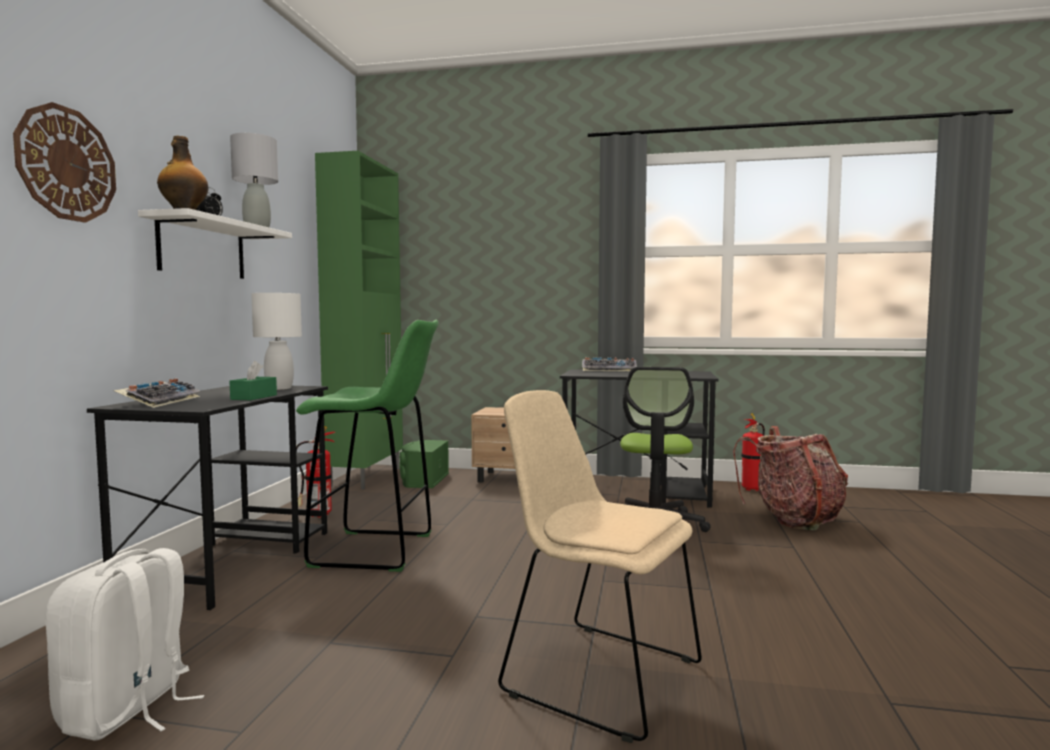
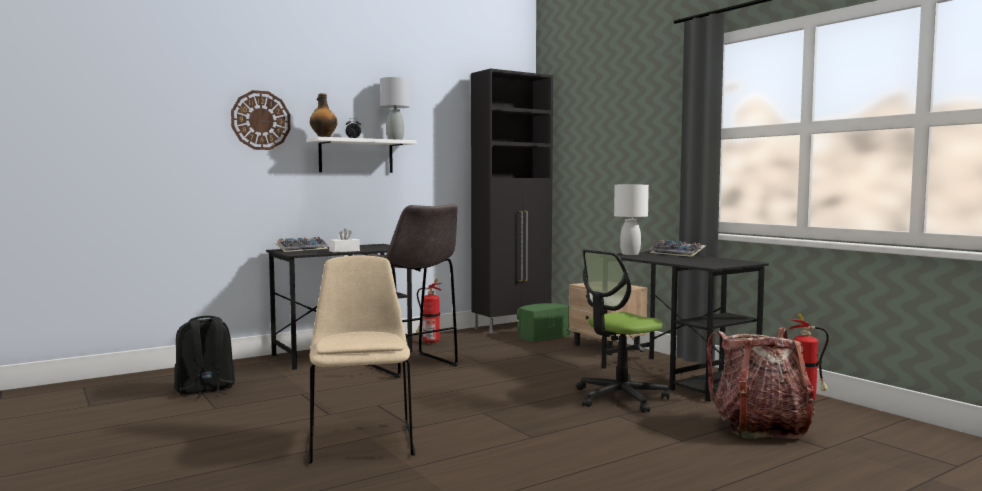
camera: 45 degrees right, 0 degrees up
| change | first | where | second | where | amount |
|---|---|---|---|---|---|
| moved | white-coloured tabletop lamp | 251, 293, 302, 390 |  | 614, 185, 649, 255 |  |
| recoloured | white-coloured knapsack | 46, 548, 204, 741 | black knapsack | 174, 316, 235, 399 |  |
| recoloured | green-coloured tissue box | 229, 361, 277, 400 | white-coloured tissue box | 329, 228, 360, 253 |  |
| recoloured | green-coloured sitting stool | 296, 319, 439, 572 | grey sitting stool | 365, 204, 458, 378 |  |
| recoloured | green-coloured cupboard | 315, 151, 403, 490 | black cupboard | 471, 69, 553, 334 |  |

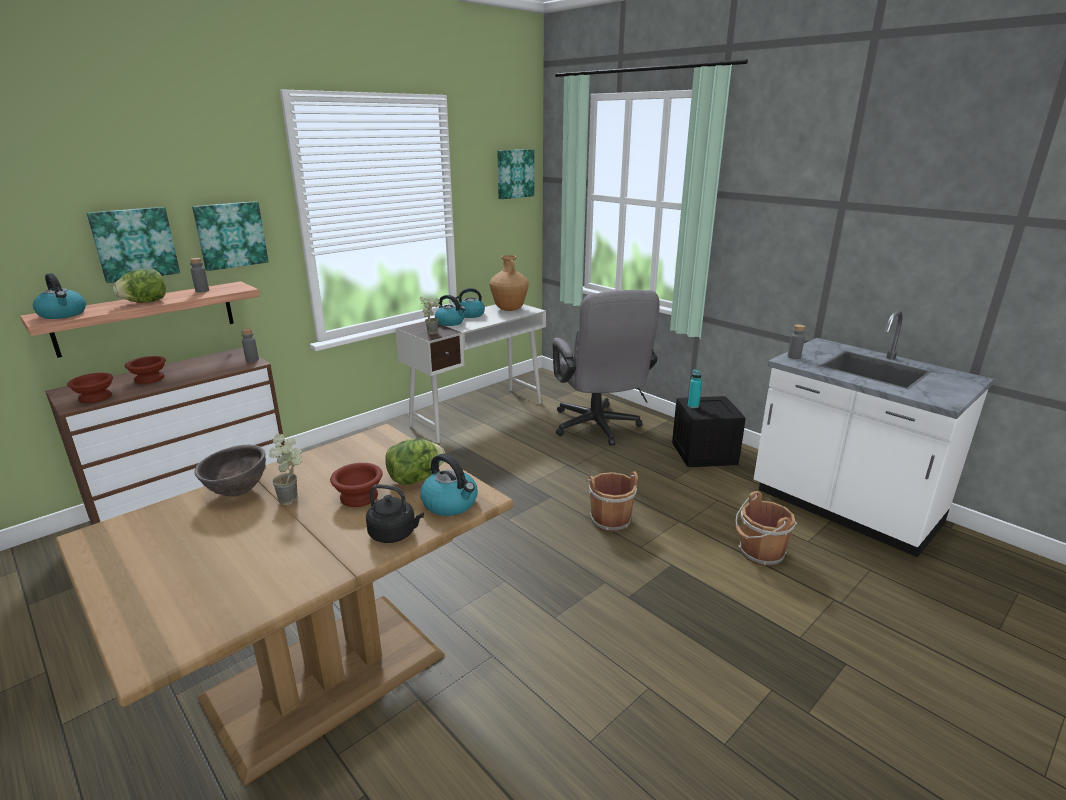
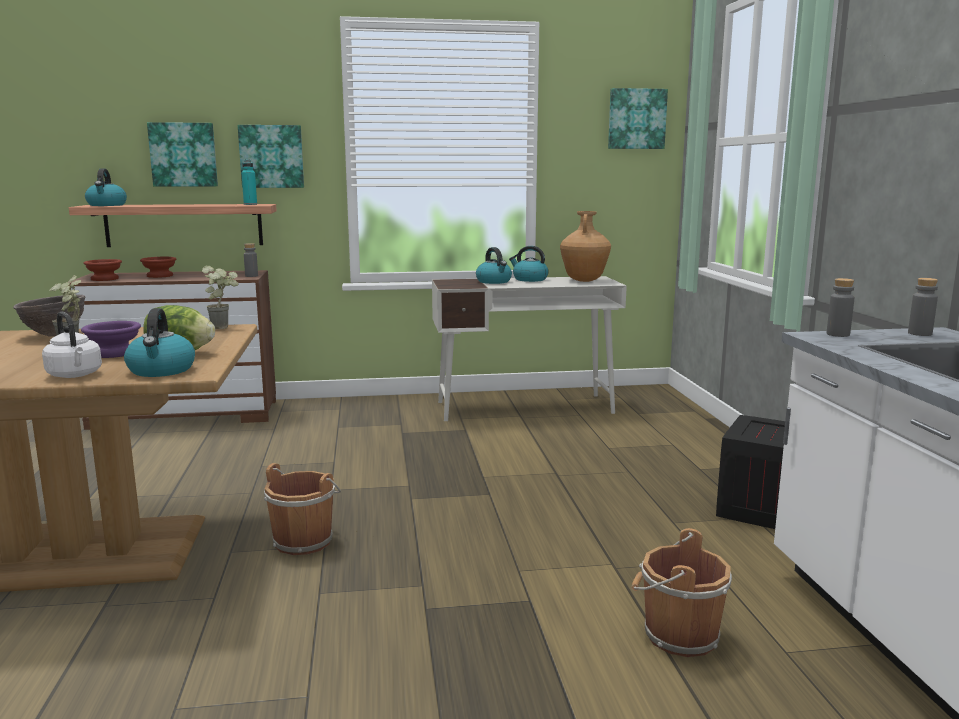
camera: 35 degrees right, 10 degrees down
| change | first | where | second | where | amount |
|---|---|---|---|---|---|
| removed | lettuce | 113, 269, 166, 302 |  |  |  |
| removed | grey desk chair | 553, 290, 660, 446 |  |  |  |
| moved | grey beverage bottle | 190, 258, 209, 293 |  | 908, 278, 938, 336 |  |
| moved | plant in a pot | 420, 297, 441, 334 |  | 202, 265, 239, 329 |  |
| moved | brown water bucket | 586, 471, 638, 532 |  | 264, 463, 341, 555 |  |
| moved | blue-green beverage bottle | 688, 369, 702, 408 |  | 242, 159, 257, 205 |  |
| recoloured | brown bowl | 330, 463, 383, 507 | purple-coloured bowl | 81, 321, 141, 358 |  |
| recoloured | black water kettle | 366, 484, 424, 543 | white-coloured water kettle | 42, 312, 102, 378 |  |

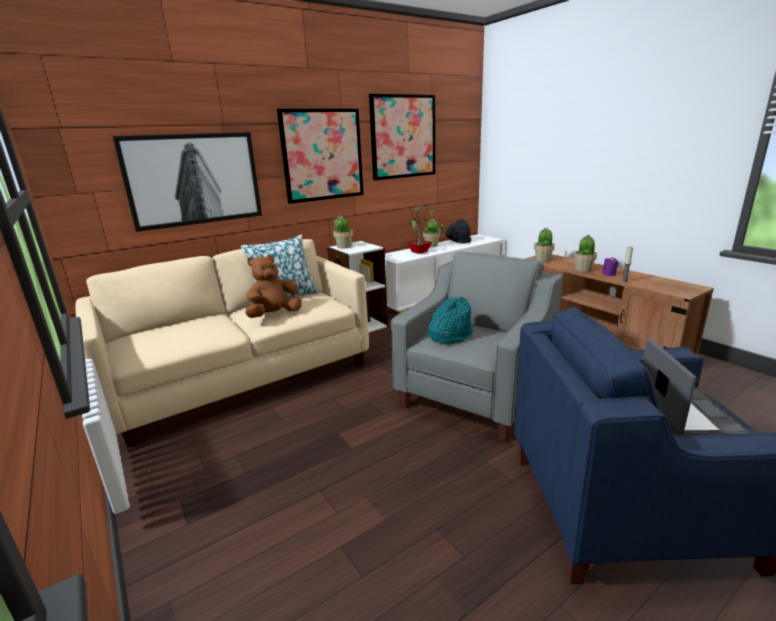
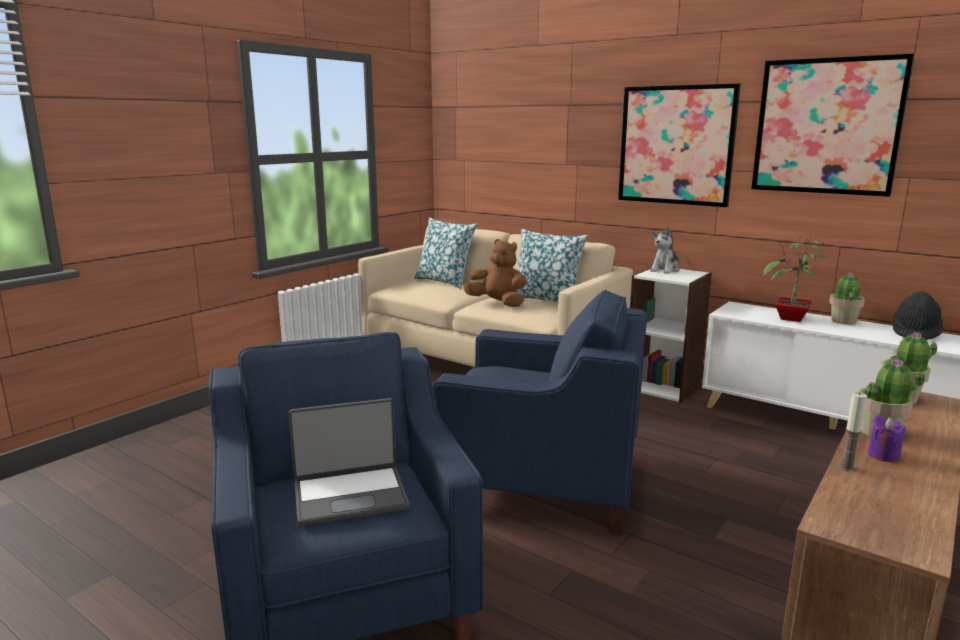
camera: 70 degrees right, 5 degrees down
| change | first | where | second | where | amount |
|---|---|---|---|---|---|
| removed | picture | 112, 132, 262, 232 |  |  |  |
| removed | blue-green wearable hat | 428, 297, 473, 343 |  |  |  |
| added |  |  | pillow | 414, 218, 478, 289 |  |
| replaced | plant in a pot | 333, 215, 353, 249 | cuddly toy | 650, 227, 680, 274 |  |
| recoloured | grey lounge chair | 391, 251, 563, 442 | blue-coloured lounge chair | 433, 290, 647, 535 |  |

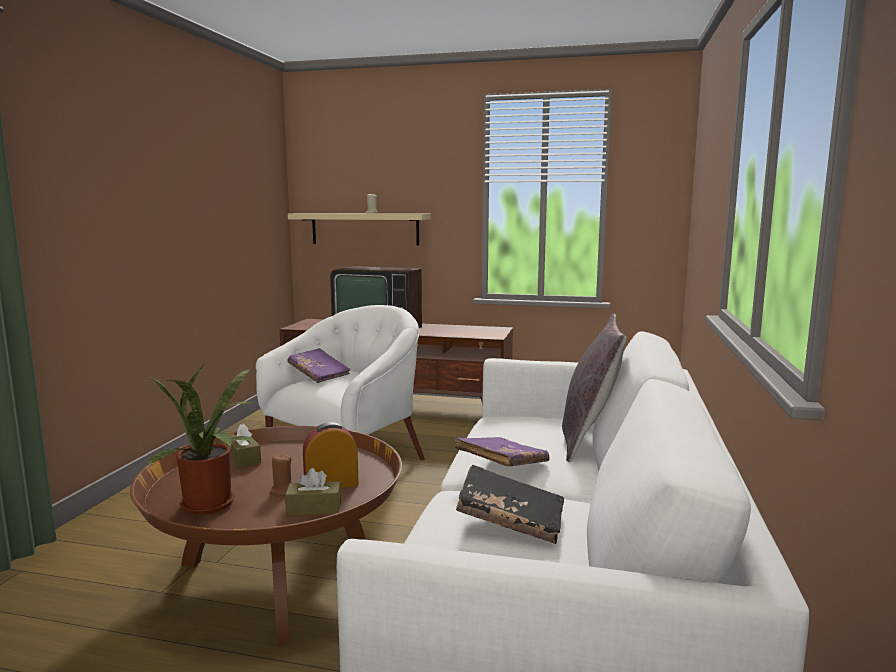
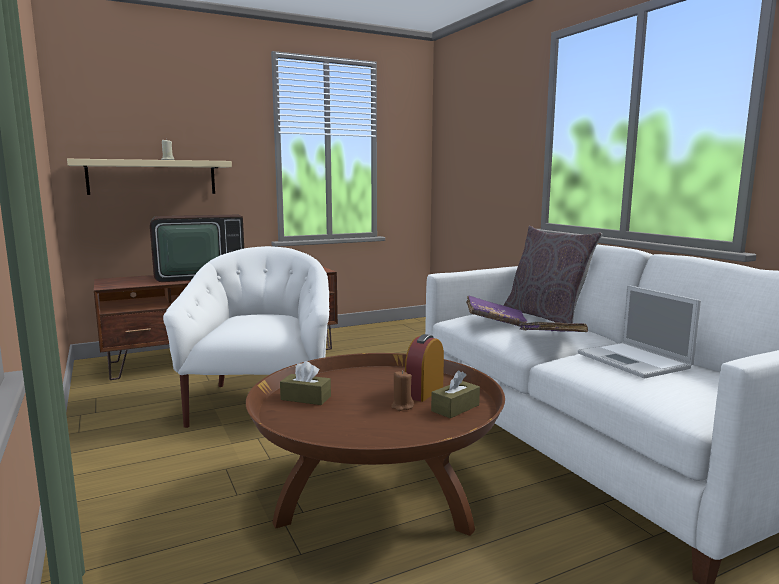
camera: 40 degrees left, 0 degrees up
| change | first | where | second | where | amount |
|---|---|---|---|---|---|
| removed | plant in a pot | 146, 365, 256, 515 |  |  |  |
| moved | purple-coloured volume | 287, 348, 351, 383 |  | 466, 295, 527, 327 |  |
| replaced | black volume | 456, 465, 564, 544 | laptop | 578, 285, 701, 378 |  |

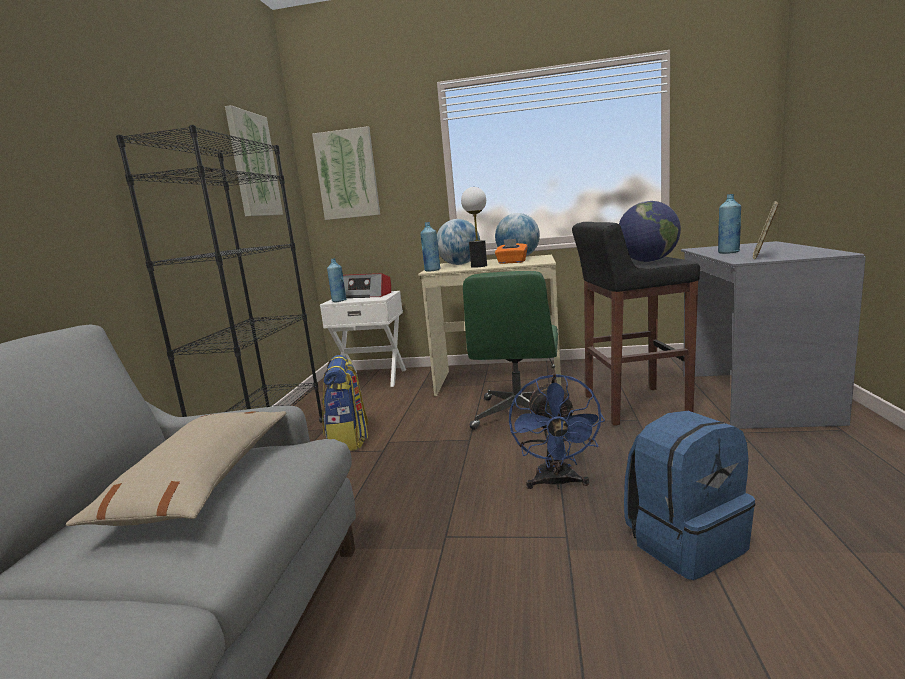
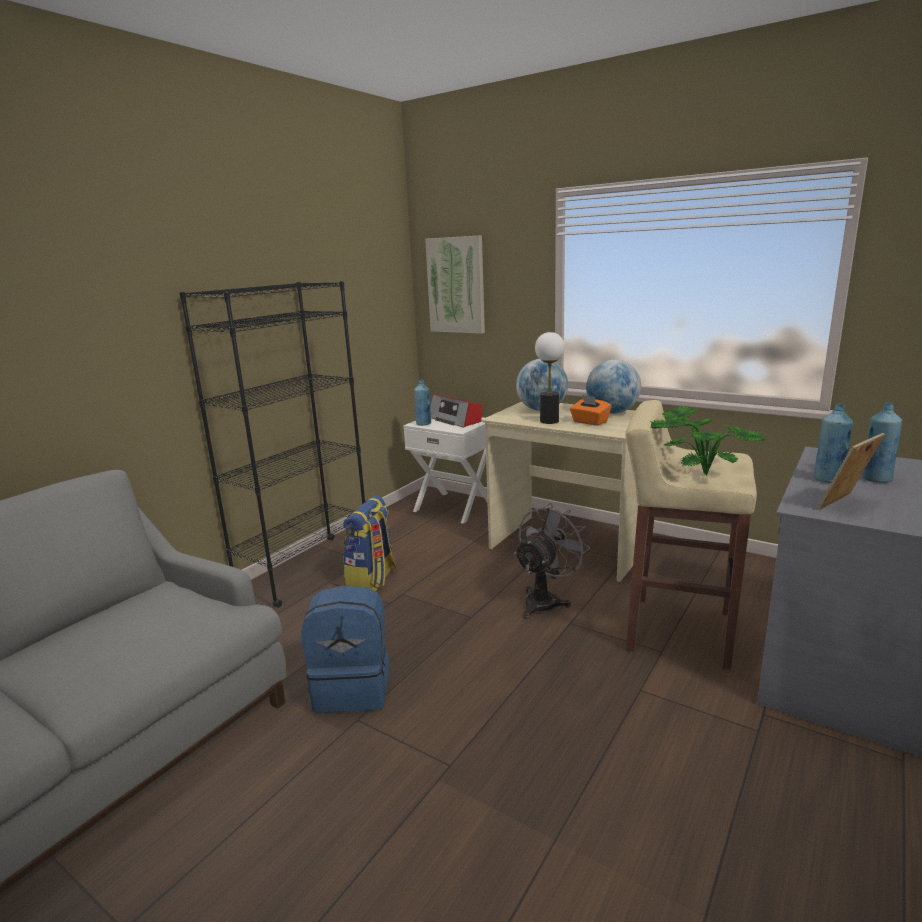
camera: 25 degrees right, 5 degrees up
| change | first | where | second | where | amount |
|---|---|---|---|---|---|
| removed | beige pillow | 66, 411, 286, 526 |  |  |  |
| removed | picture | 225, 105, 283, 216 |  |  |  |
| removed | blue-coloured electric fan | 509, 374, 605, 489 |  |  |  |
| moved | blue-coloured beverage bottle | 420, 222, 441, 271 |  | 862, 402, 903, 483 |  |
| moved | blue-coloured knapsack | 624, 411, 755, 580 |  | 301, 585, 390, 713 |  |
| replaced | green-coloured desk chair | 463, 271, 558, 430 | grey electric fan | 514, 503, 590, 619 |  |
| replaced | world globe | 619, 201, 681, 262 | plant in a pot | 650, 406, 766, 476 |  |
| recoloured | black sitting stool | 572, 222, 700, 426 | beige sitting stool | 625, 400, 757, 669 |  |

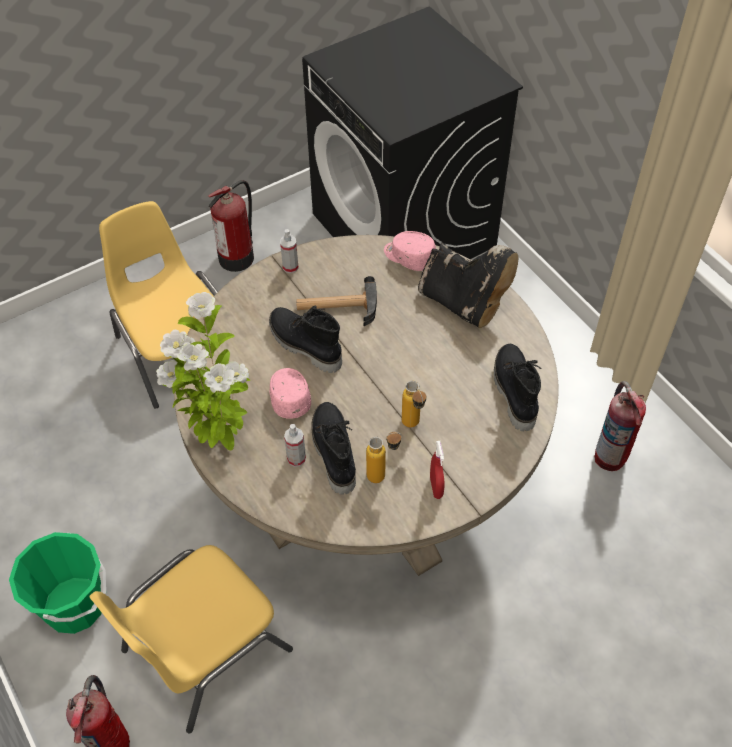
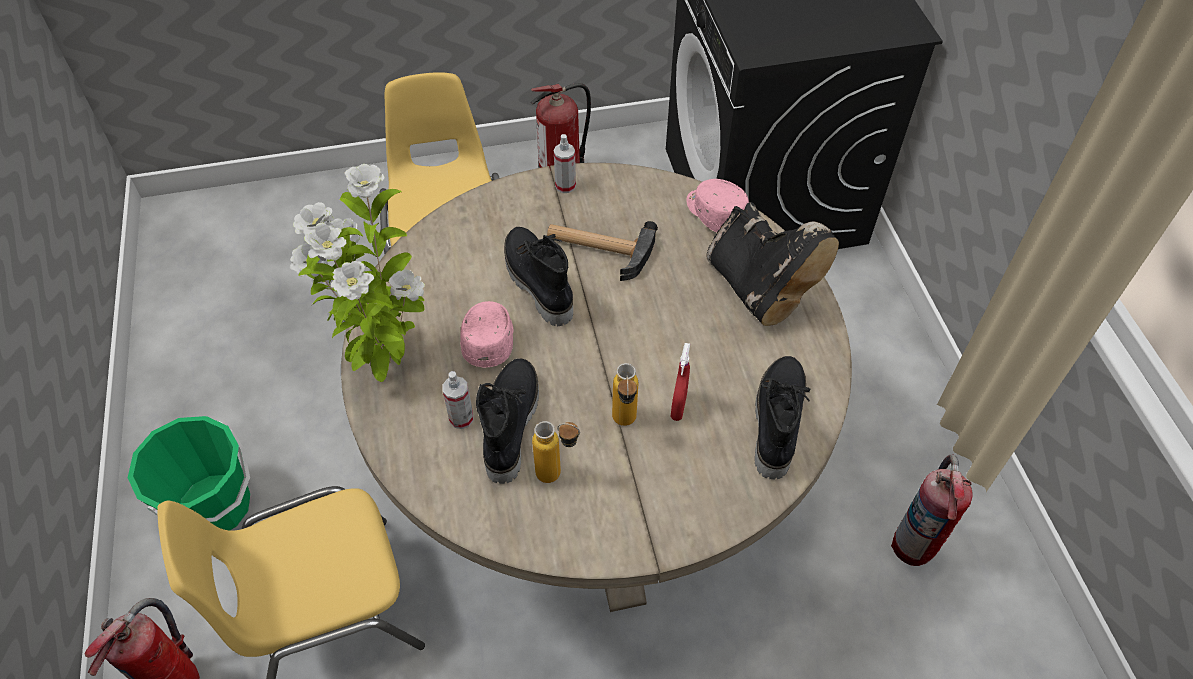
camera: 20 degrees right, 0 degrees up
| change | first | where | second | where | amount |
|---|---|---|---|---|---|
| moved | reddish hand sprayer | 430, 441, 445, 499 |  | 671, 343, 690, 421 |  |

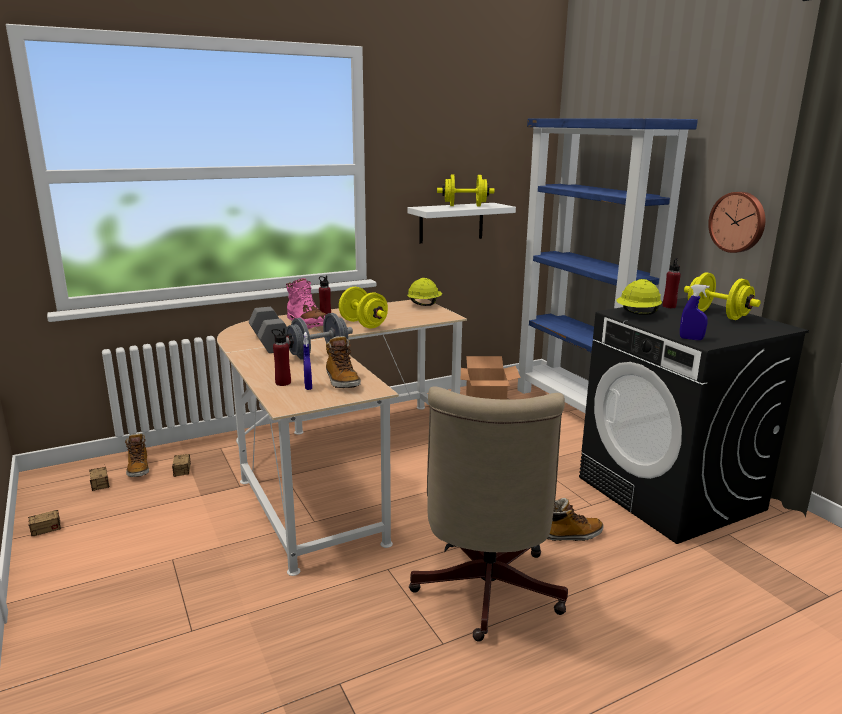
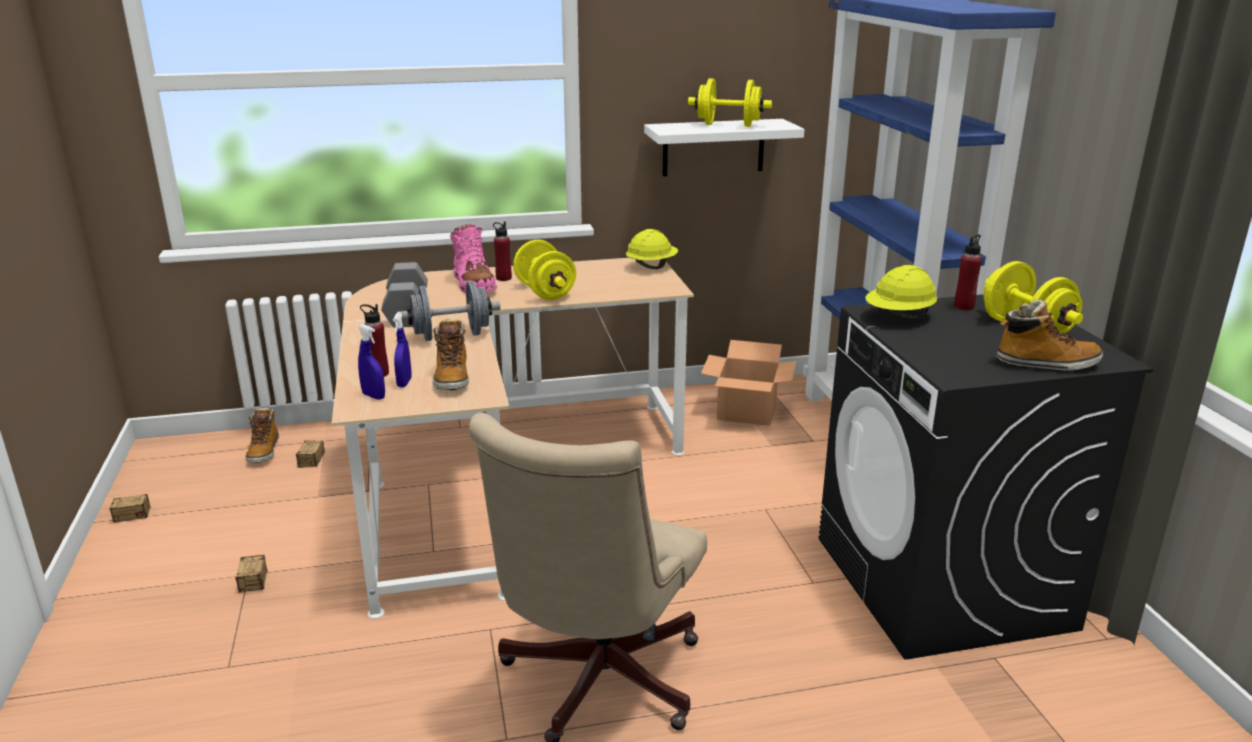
camera: 15 degrees right, 5 degrees up
| change | first | where | second | where | amount |
|---|---|---|---|---|---|
| removed | wall clock | 708, 192, 765, 253 |  |  |  |
| moved | storage container | 89, 467, 110, 491 |  | 235, 555, 268, 593 |  |
| moved | high-top boot | 547, 498, 604, 541 |  | 996, 300, 1103, 372 |  |
| moved | blue-coloured hand sprayer | 680, 284, 710, 340 |  | 358, 324, 385, 400 |  |

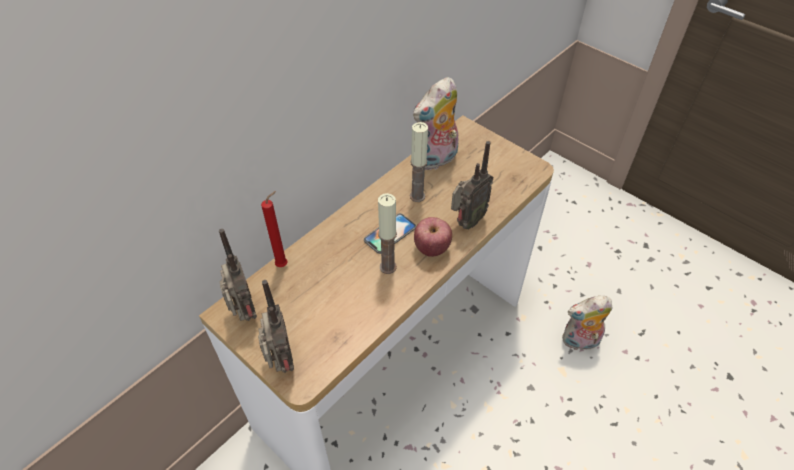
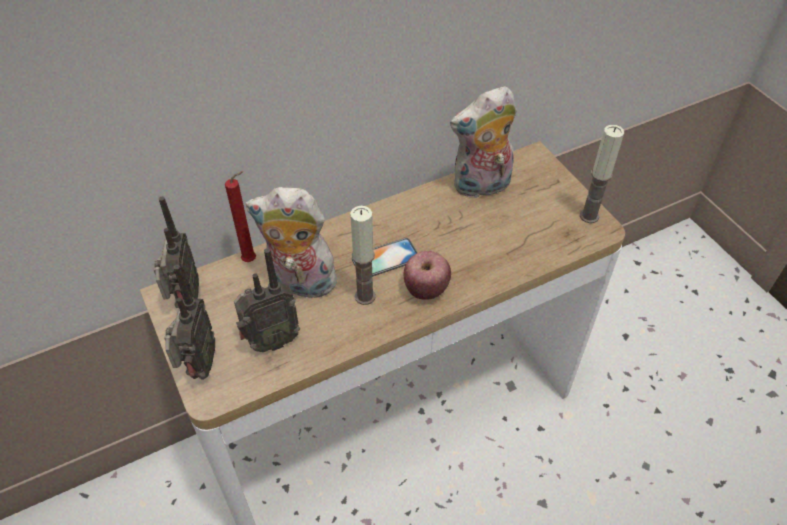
camera: 20 degrees right, 0 degrees up
| change | first | where | second | where | amount |
|---|---|---|---|---|---|
| moved | wax light | 410, 122, 428, 202 |  | 580, 125, 624, 223 |  |
| moved | radio set | 451, 141, 493, 229 |  | 234, 248, 300, 352 |  |
| moved | cuddly toy | 562, 296, 613, 350 |  | 246, 187, 337, 303 |  |

